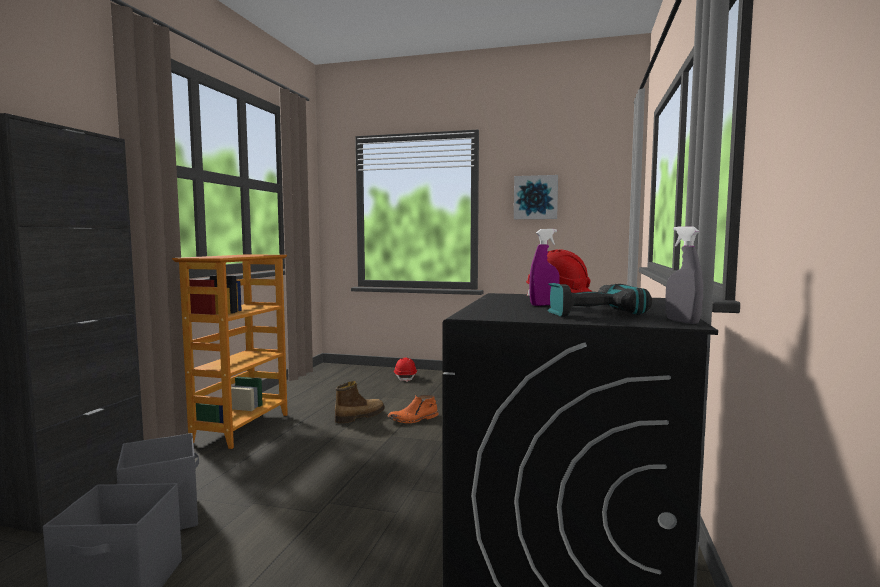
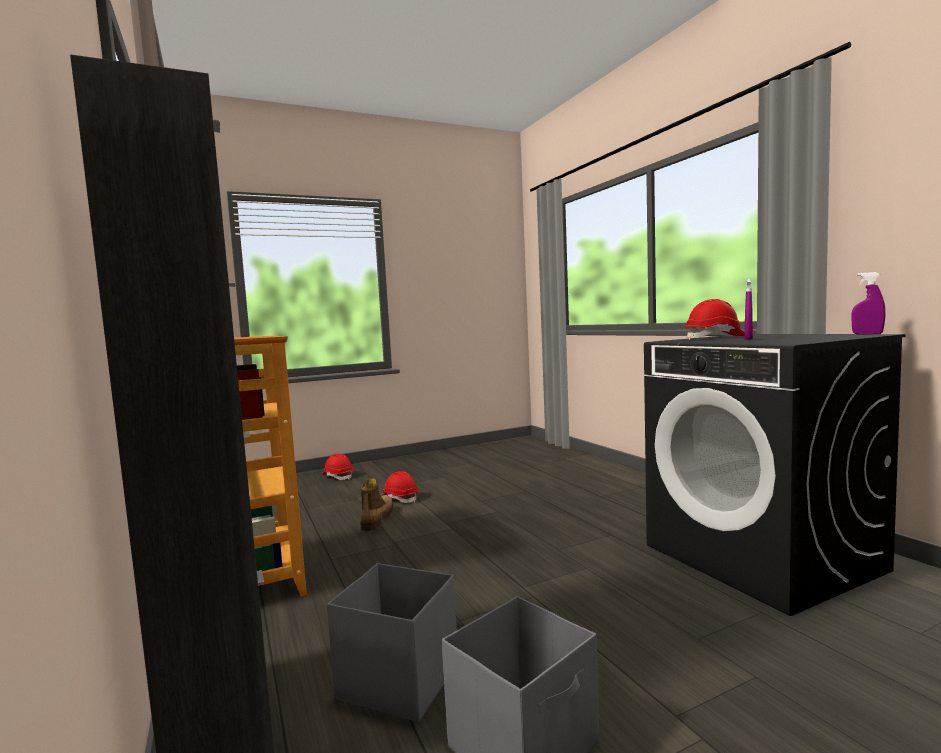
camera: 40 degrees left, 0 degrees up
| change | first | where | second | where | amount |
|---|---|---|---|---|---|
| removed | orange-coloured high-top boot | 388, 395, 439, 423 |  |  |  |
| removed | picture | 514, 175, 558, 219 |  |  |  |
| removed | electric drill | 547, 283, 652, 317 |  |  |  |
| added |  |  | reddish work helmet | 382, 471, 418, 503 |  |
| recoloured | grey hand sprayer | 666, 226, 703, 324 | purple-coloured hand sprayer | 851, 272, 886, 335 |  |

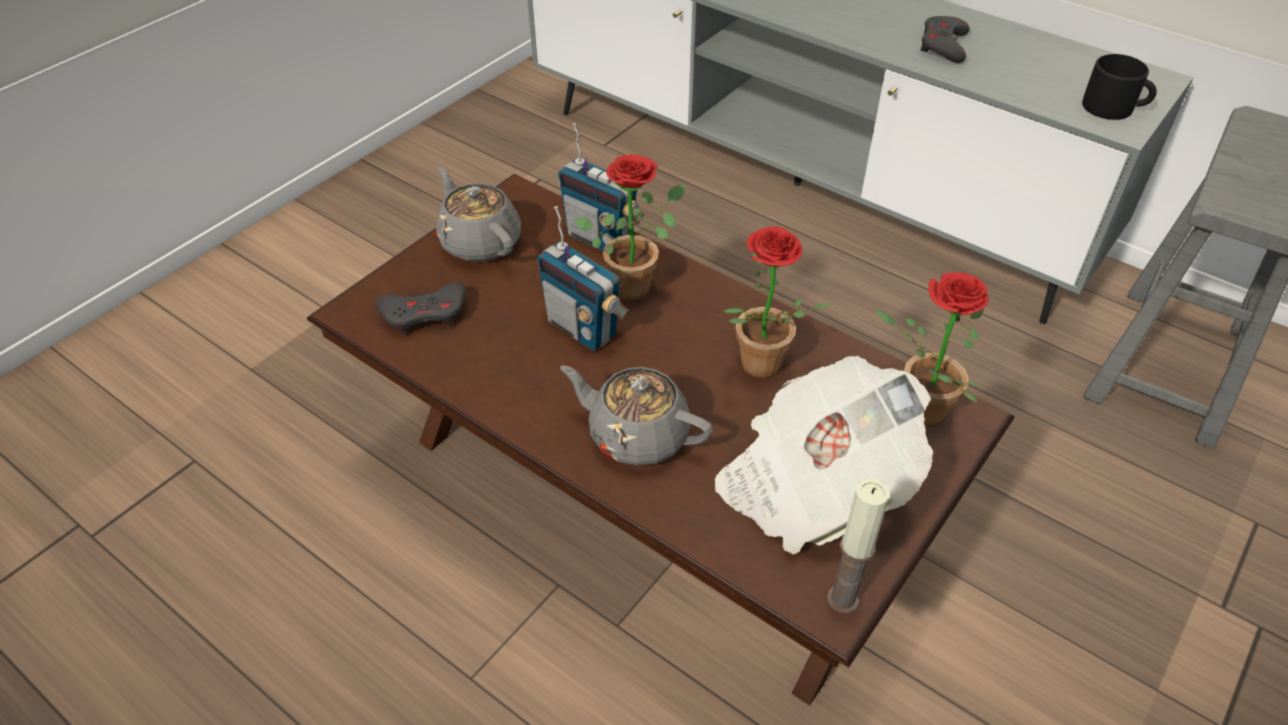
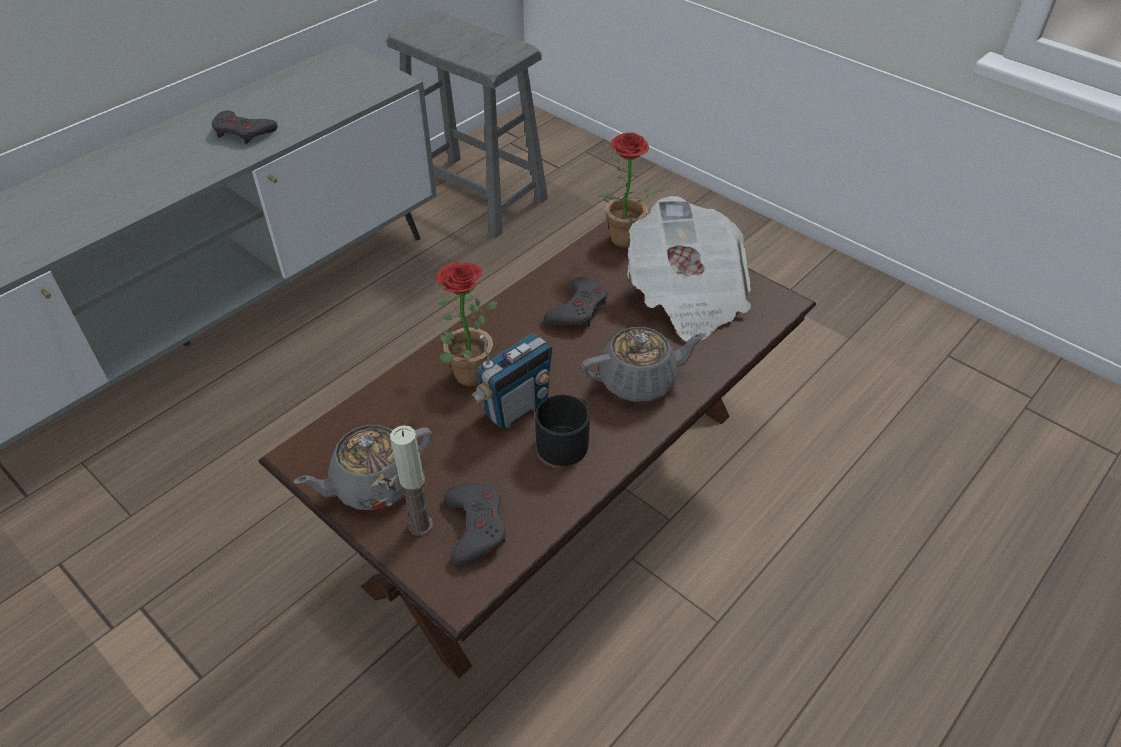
camera: 85 degrees left, 0 degrees up
| change | first | where | second | where | amount |
|---|---|---|---|---|---|
| removed | radio set | 558, 123, 644, 251 |  |  |  |
| moved | wax light | 827, 478, 889, 613 |  | 390, 425, 433, 536 |  |
| moved | black mug | 1082, 54, 1157, 120 |  | 535, 395, 590, 466 |  |
| replaced | plant in a pot | 724, 227, 832, 378 | grey gamepad | 544, 277, 608, 327 |  |
| turned | grey teapot | 560, 365, 713, 466 |  | 581, 327, 706, 402 | 135 degrees counterclockwise |

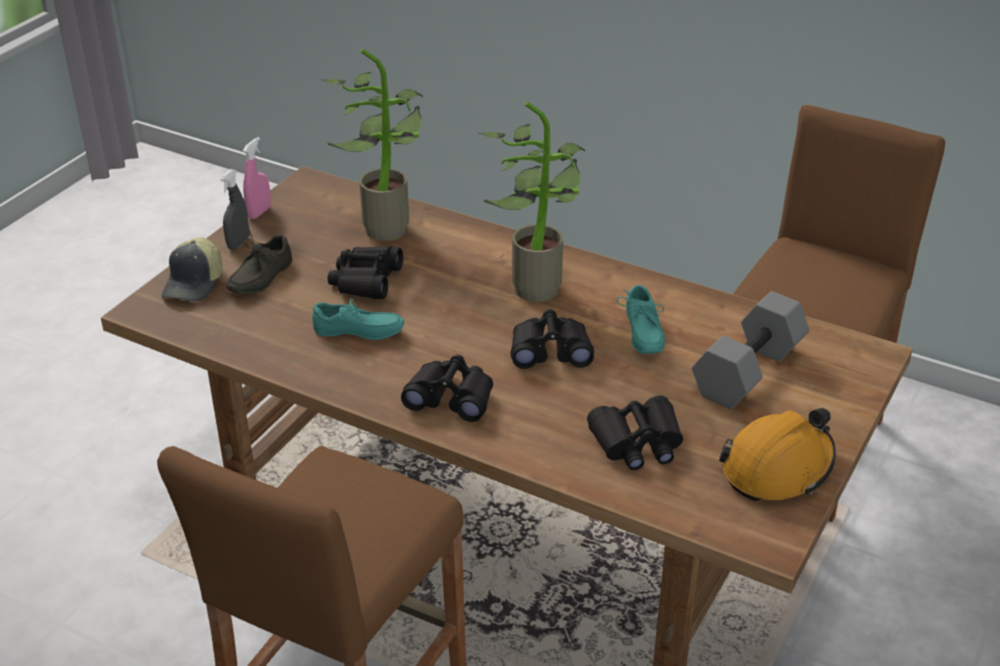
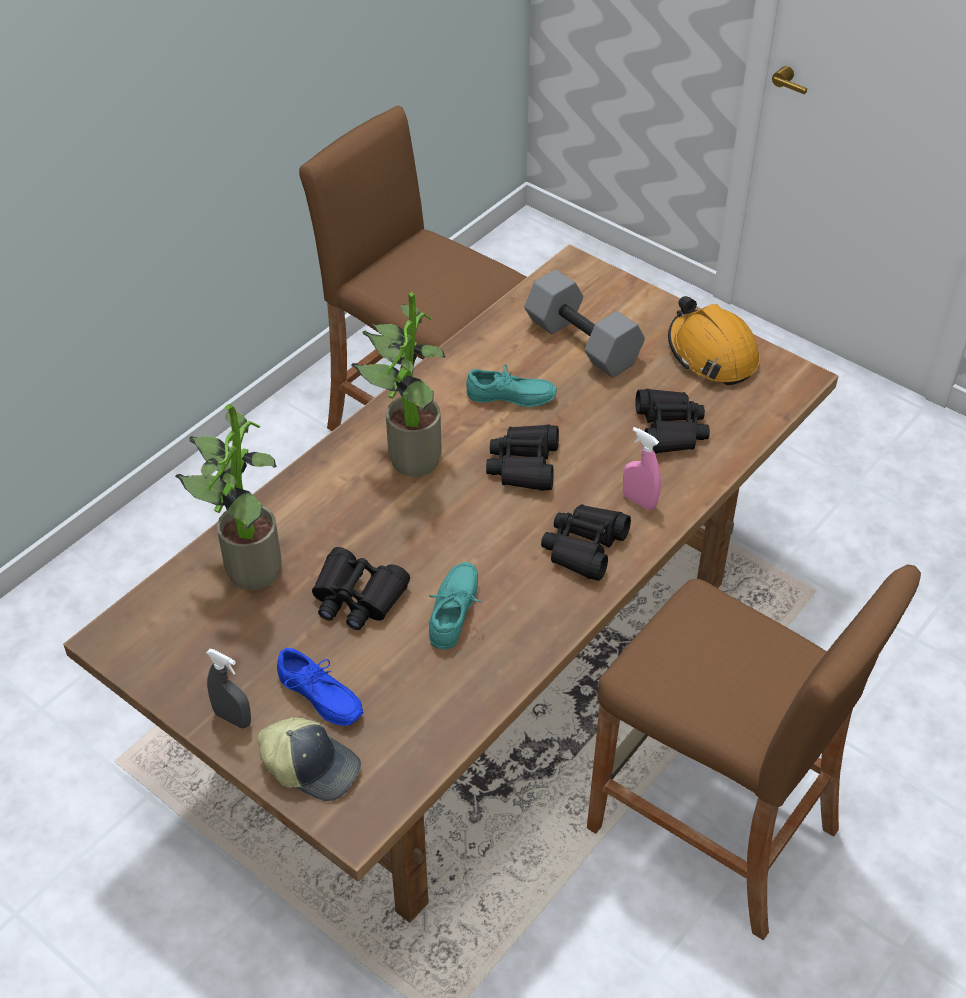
camera: 80 degrees left, 10 degrees up
| change | first | where | second | where | amount |
|---|---|---|---|---|---|
| moved | pink-coloured hand sprayer | 243, 137, 271, 219 |  | 623, 427, 661, 510 |  |
| recoloured | grey item of footwear | 226, 230, 292, 294 | blue-coloured item of footwear | 277, 648, 363, 726 |  |

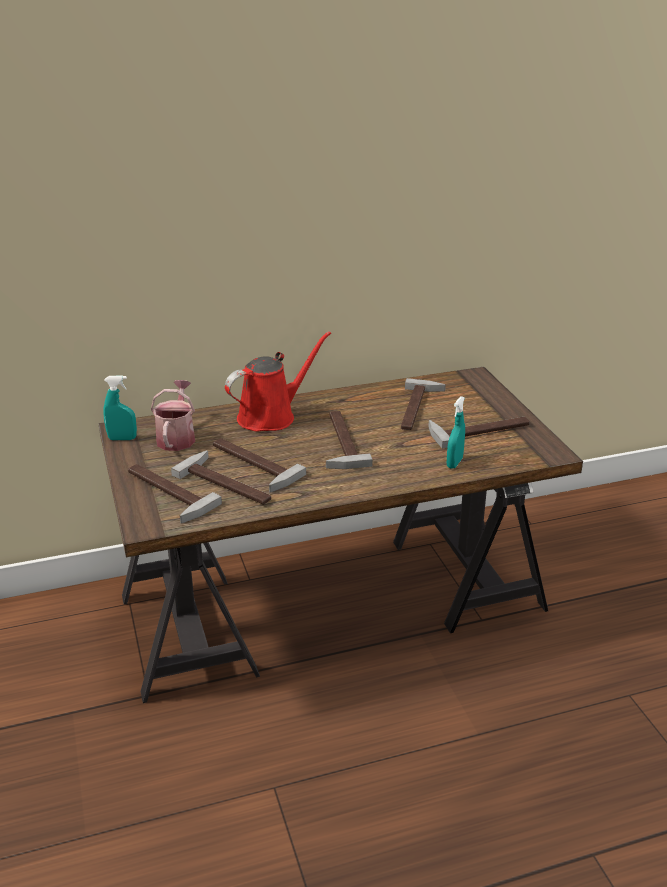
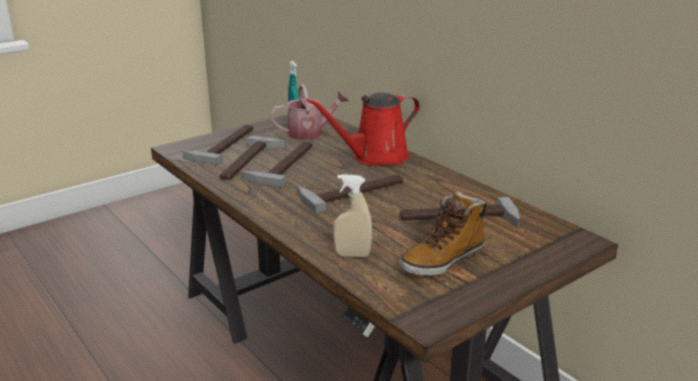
camera: 70 degrees right, 5 degrees down
| change | first | where | second | where | amount |
|---|---|---|---|---|---|
| replaced | hand hammer | 428, 417, 530, 449 | high-top boot | 399, 191, 487, 276 |  |
| recoloured | blue-green hand sprayer | 447, 396, 465, 469 | beige hand sprayer | 333, 174, 372, 257 |  |
| turned | reddish watering can | 225, 331, 331, 431 |  | 307, 93, 420, 165 | 120 degrees clockwise |

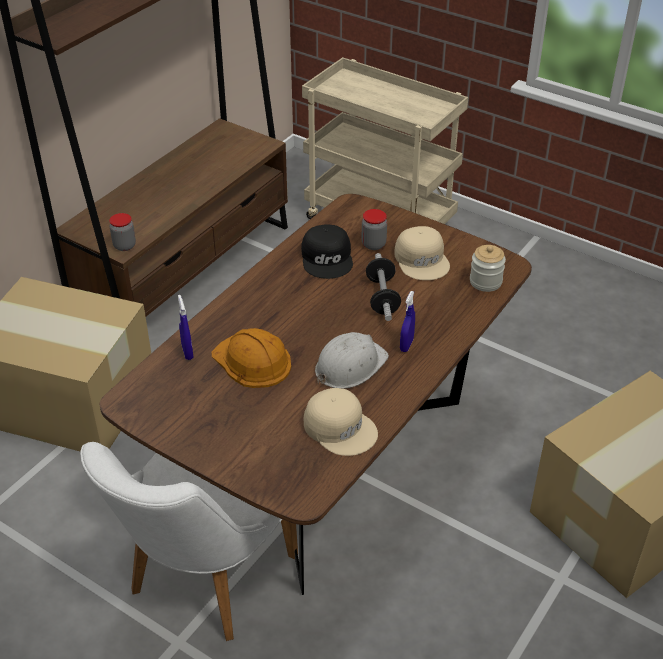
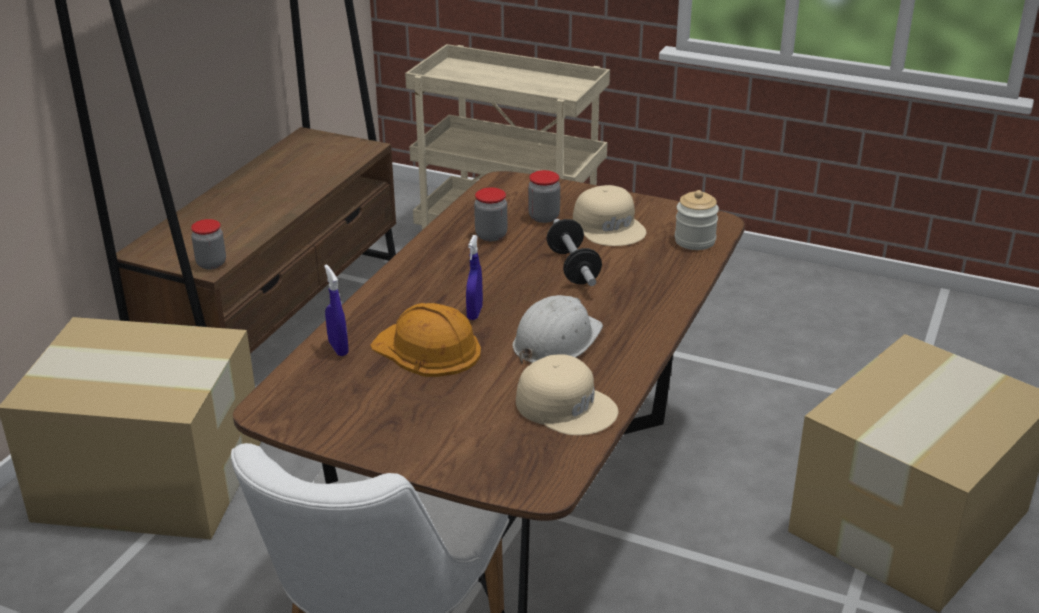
camera: 10 degrees left, 10 degrees down
| change | first | where | second | where | amount |
|---|---|---|---|---|---|
| moved | blue-coloured hand sprayer | 400, 291, 415, 352 |  | 466, 235, 483, 320 |  |
| replaced | black cap | 301, 225, 353, 279 | preserve jar | 474, 188, 507, 241 |  |

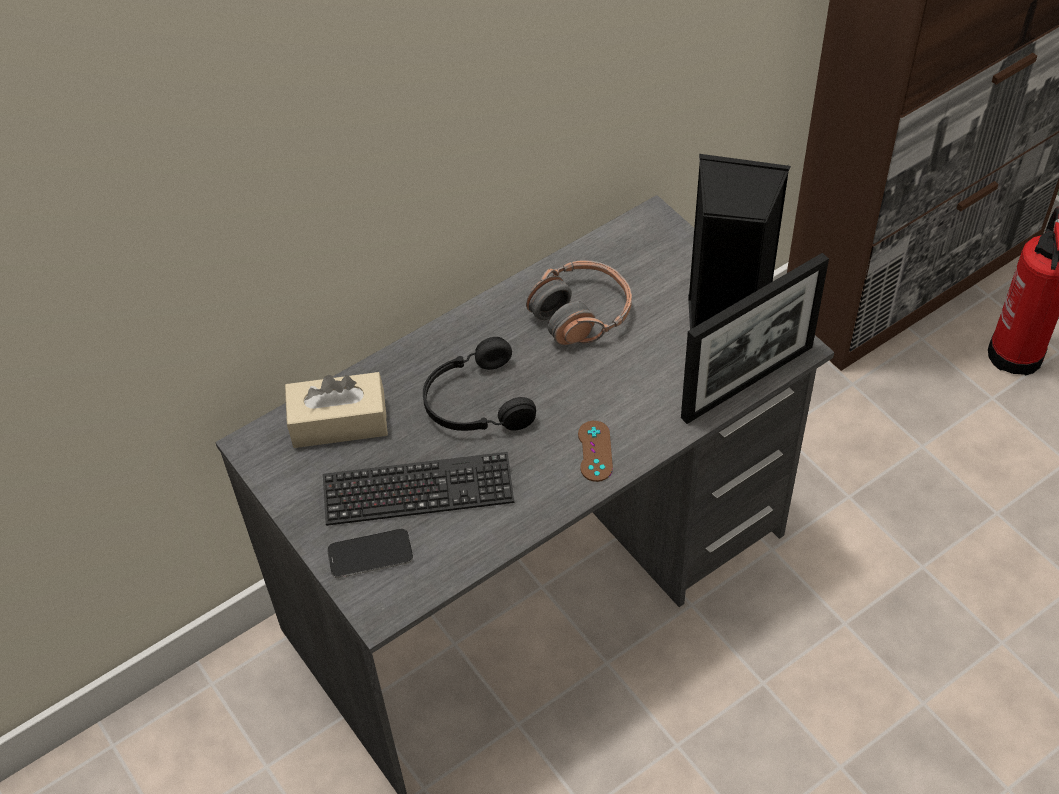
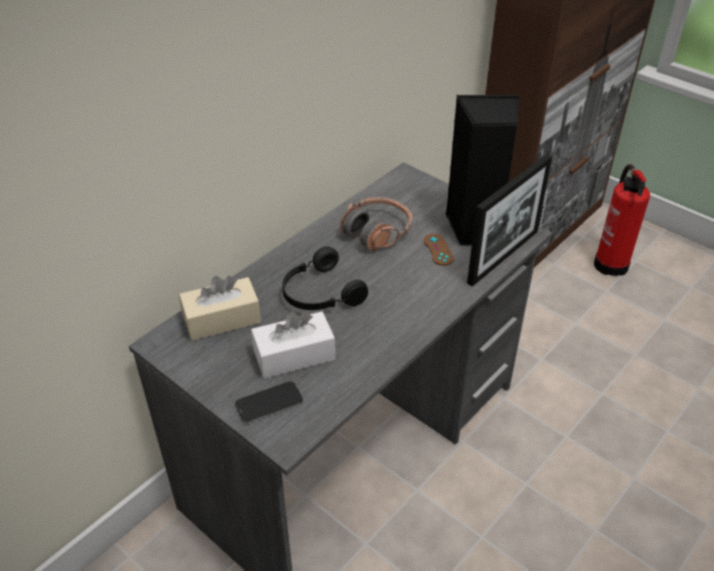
camera: 15 degrees left, 10 degrees down
| change | first | where | second | where | amount |
|---|---|---|---|---|---|
| moved | brown gamepad | 578, 421, 613, 482 |  | 423, 234, 454, 266 |  |
| replaced | keyboard | 323, 452, 514, 526 | white-coloured tissue box | 251, 311, 335, 378 |  |

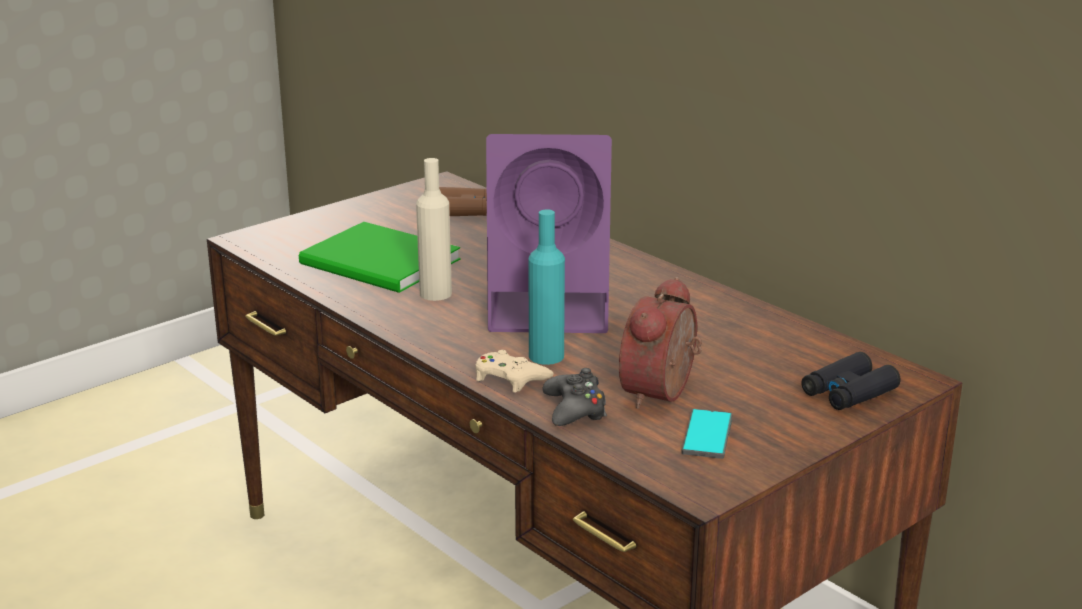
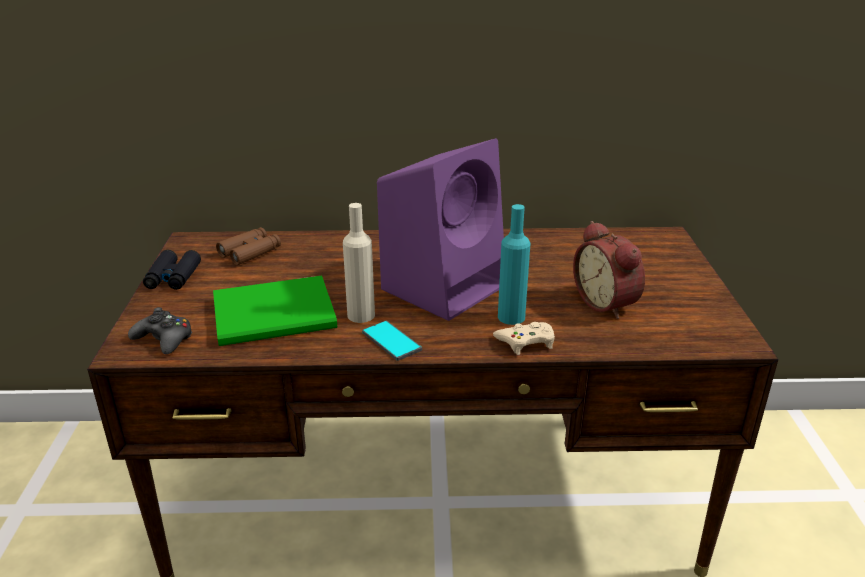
camera: 50 degrees left, 5 degrees up
| change | first | where | second | where | amount |
|---|---|---|---|---|---|
| moved | black gamepad | 542, 368, 607, 426 |  | 128, 307, 192, 355 |  |
| moved | handset | 681, 409, 732, 459 |  | 362, 321, 422, 361 |  |
| moved | black pair of binoculars | 801, 352, 900, 410 |  | 143, 250, 201, 290 |  |

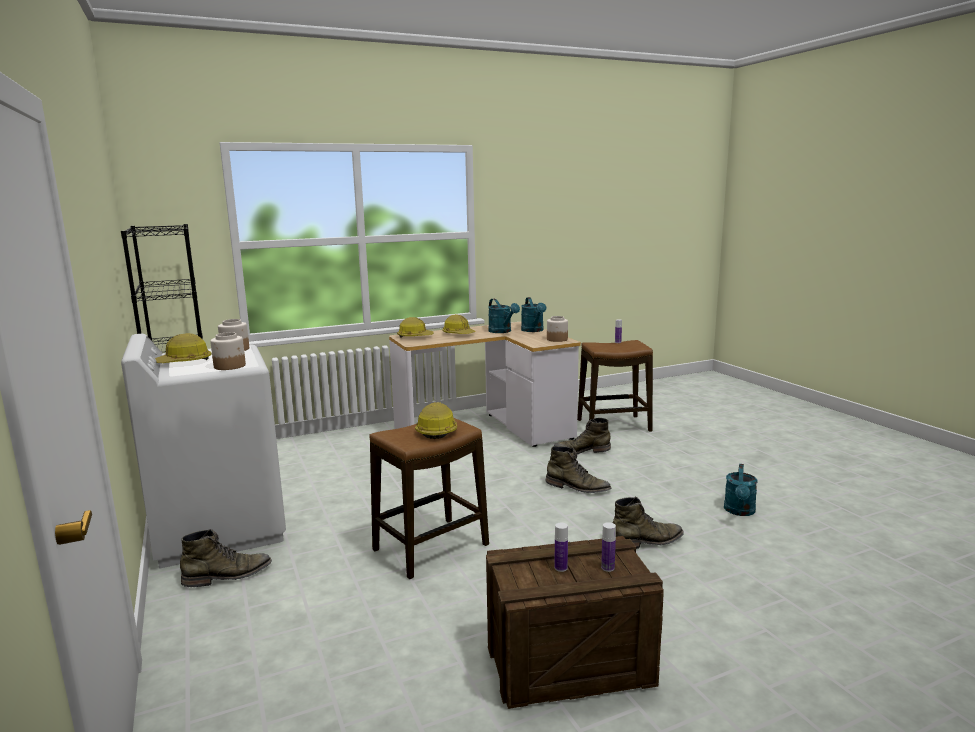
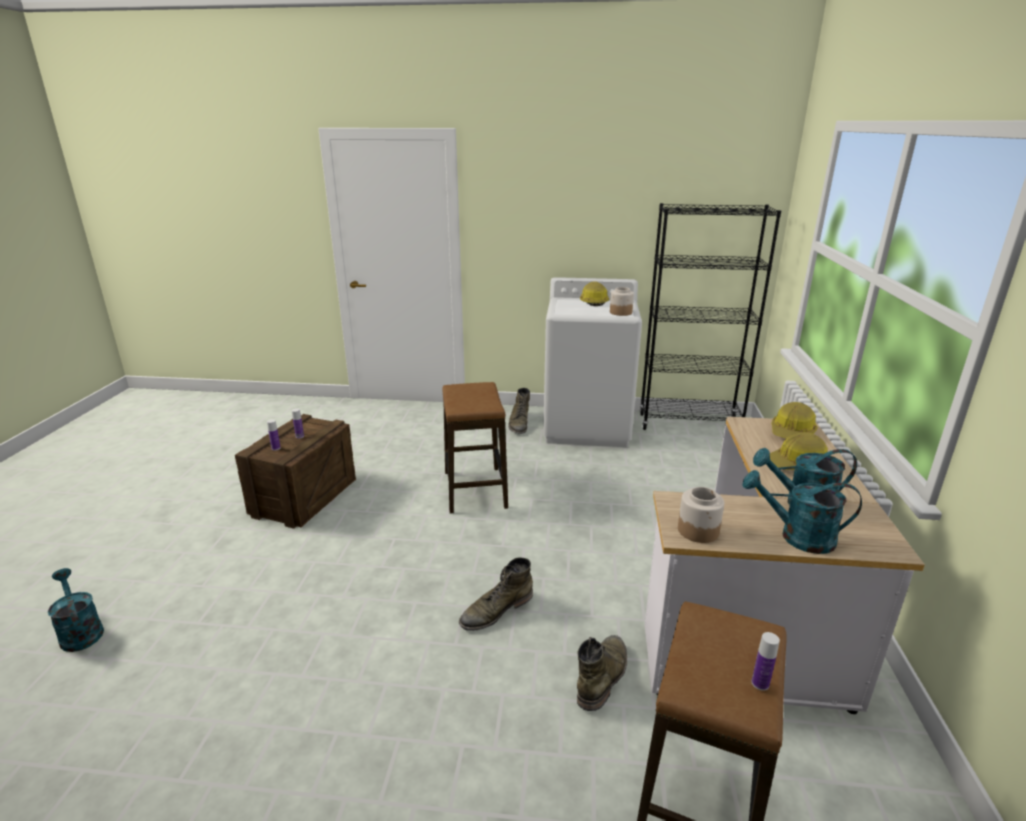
camera: 120 degrees right, 10 degrees up
| change | first | where | second | where | amount |
|---|---|---|---|---|---|
| removed | preserve jar | 210, 332, 246, 370 |  |  |  |
| removed | work helmet | 415, 402, 457, 439 |  |  |  |
| removed | green-coloured high-top boot | 613, 497, 684, 549 |  |  |  |
| moved | blue-green watering can | 724, 464, 758, 516 |  | 48, 568, 104, 652 |  |

